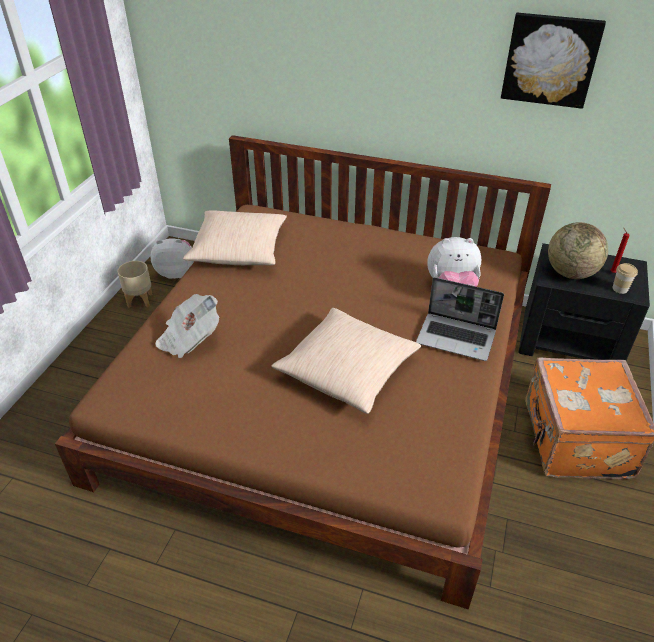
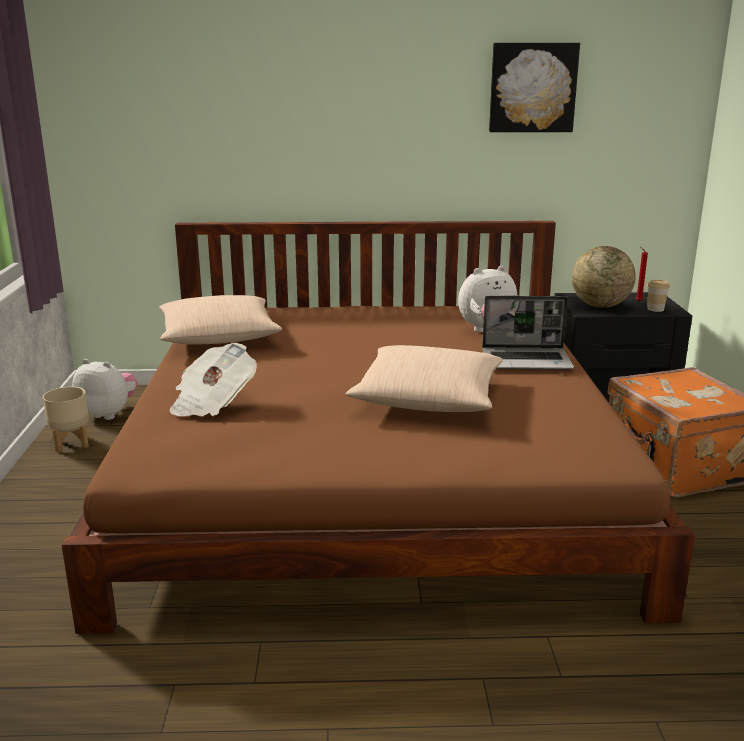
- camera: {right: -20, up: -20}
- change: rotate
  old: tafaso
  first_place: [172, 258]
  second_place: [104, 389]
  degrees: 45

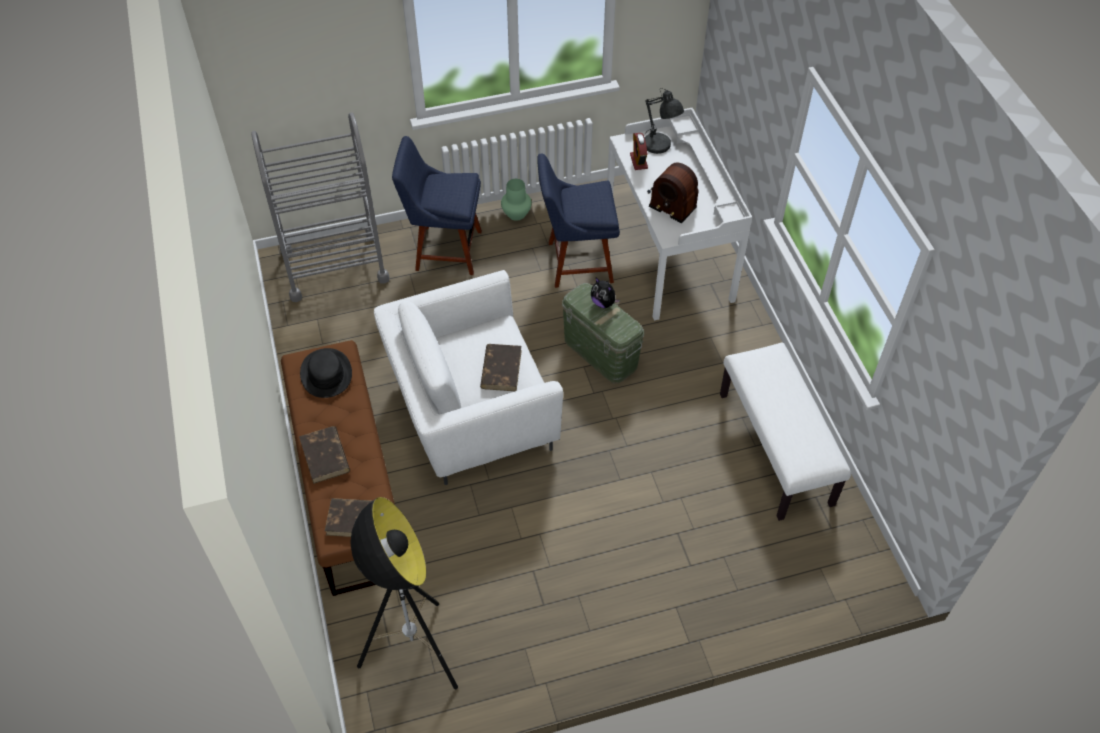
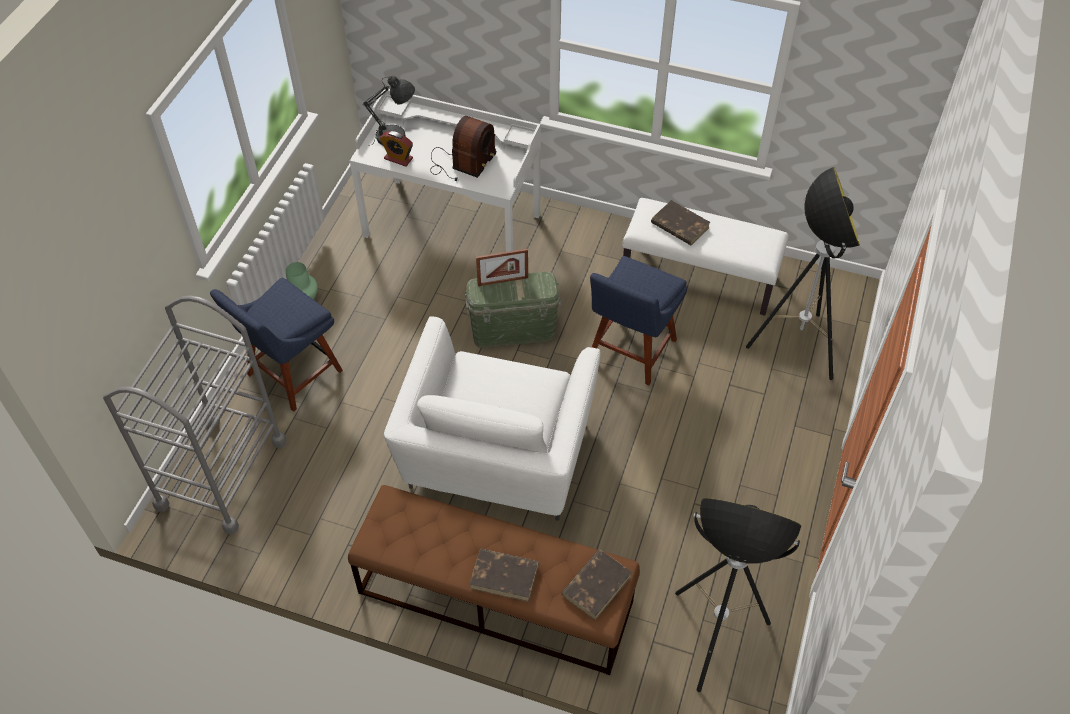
- camera: {right: -55, up: 0}
- change: delete
  old: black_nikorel
  first_place: [326, 373]
- change: move
  old: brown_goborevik
  first_place: [501, 367]
  second_place: [681, 222]
- change: move
  old: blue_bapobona
  first_place: [578, 220]
  second_place: [638, 320]
- change: replace
  old: tafaso
  new: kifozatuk
  first_place: [605, 293]
  second_place: [502, 267]
- change: rotate
  old: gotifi
  first_place: [673, 193]
  second_place: [463, 148]
  degrees: -45
- change: insert
  new: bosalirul
  second_place: [803, 273]

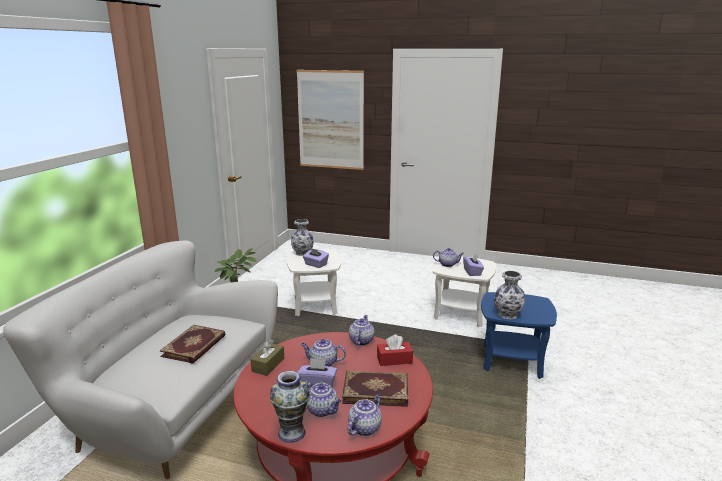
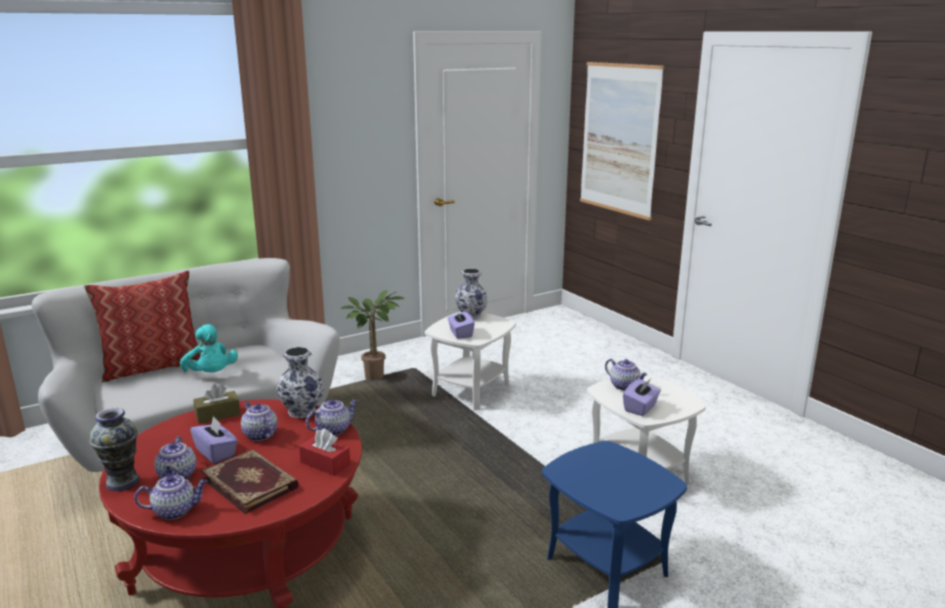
- camera: {right: 40, up: 0}
- change: replace
  old: goborevik
  new: turquoise_tafaso
  first_place: [192, 344]
  second_place: [209, 348]
- change: move
  old: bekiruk
  first_place: [509, 295]
  second_place: [300, 382]
- change: insert
  new: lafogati
  second_place: [142, 326]

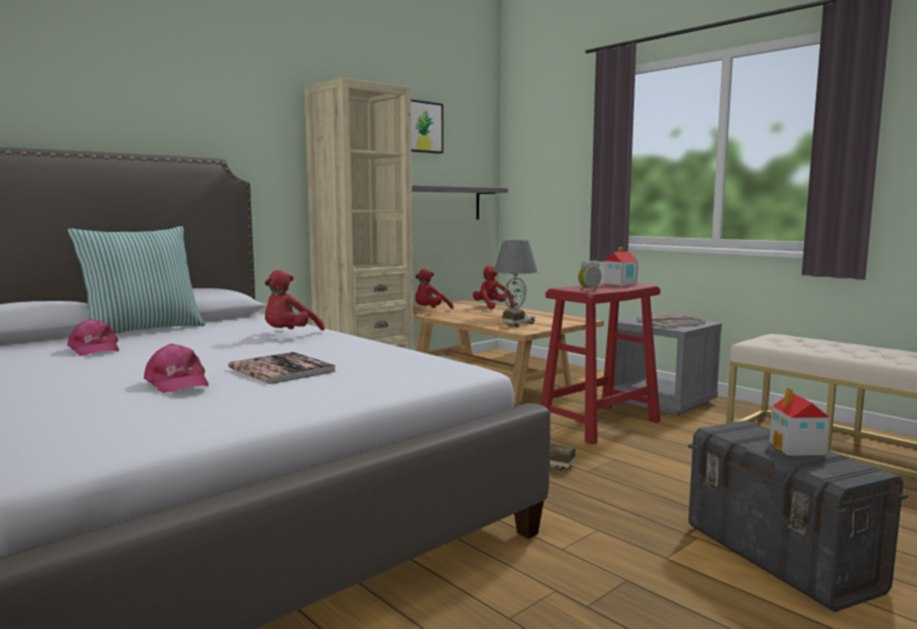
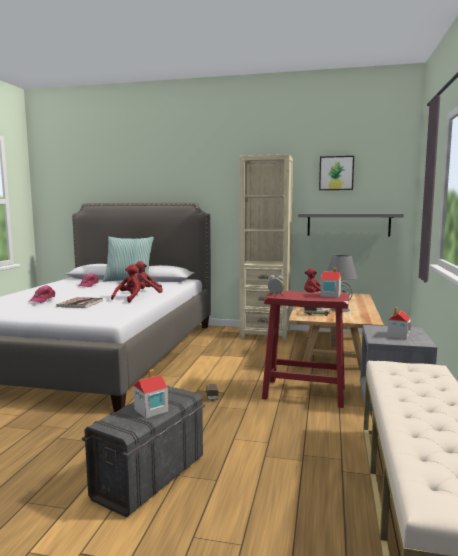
- camera: {right: 55, up: 0}
- change: move
  old: red_tafaso
  first_place: [494, 288]
  second_place: [126, 283]
- change: replace
  old: goborevik
  new: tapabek
  first_place: [671, 321]
  second_place: [399, 323]

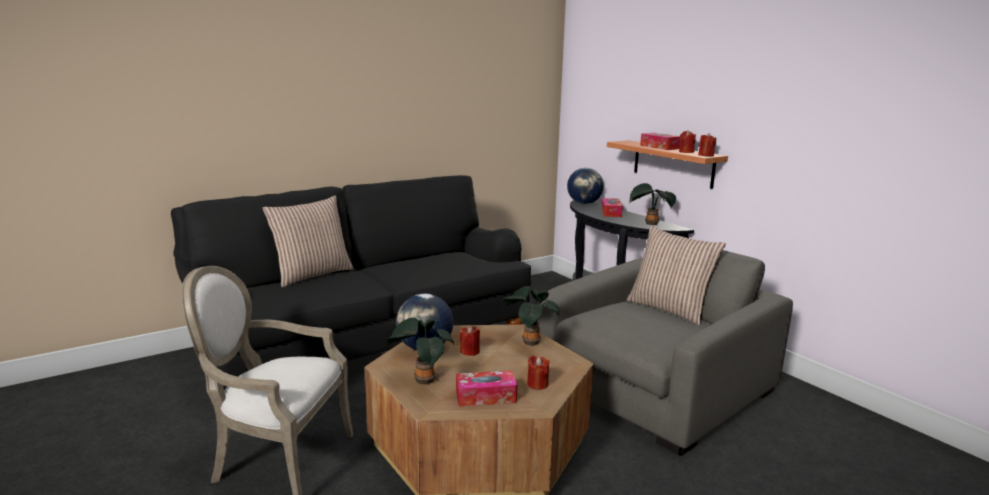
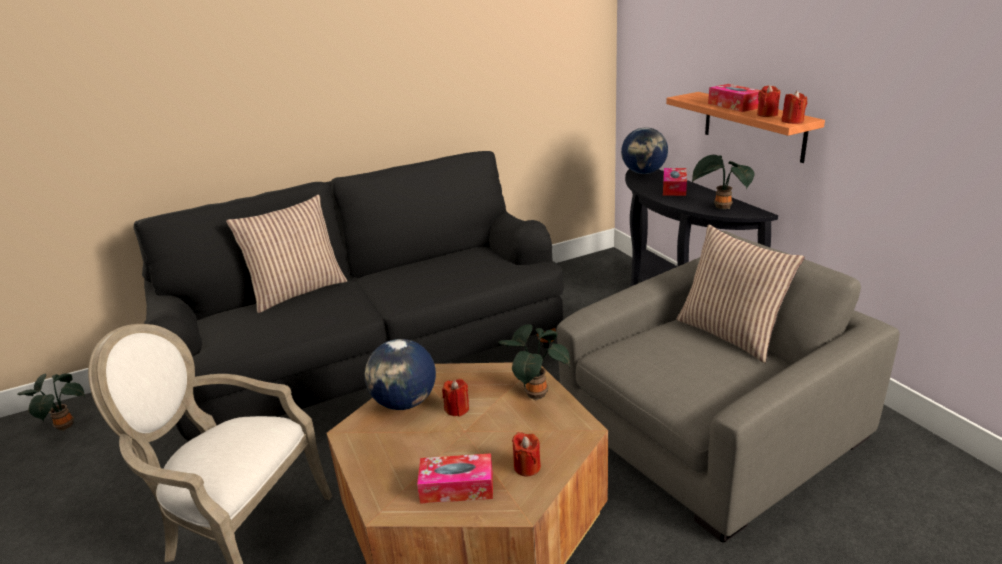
- camera: {right: 10, up: 10}
- change: move
  old: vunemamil
  first_place: [420, 351]
  second_place: [51, 402]

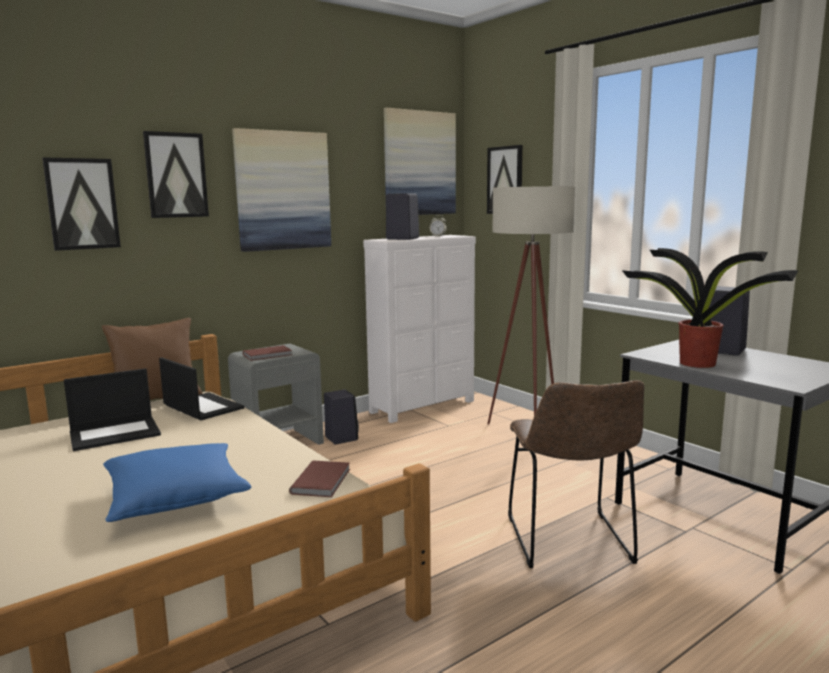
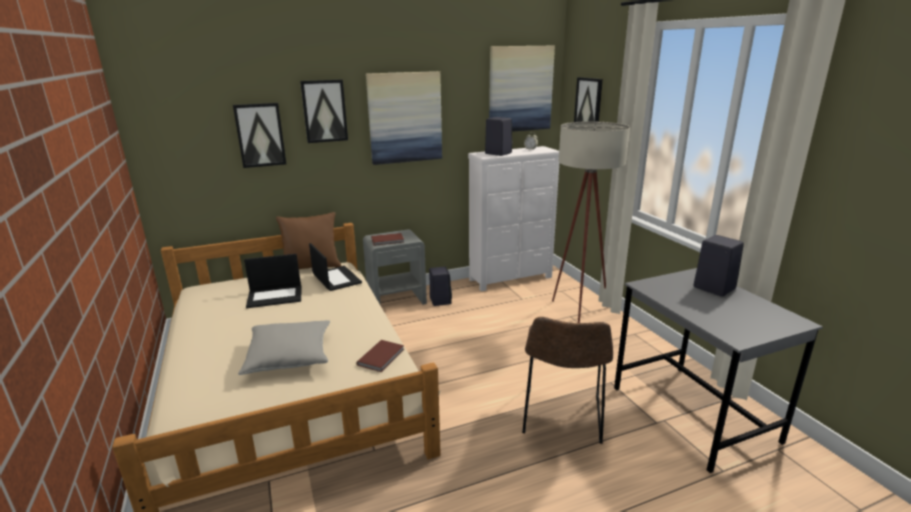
- camera: {right: 15, up: 10}
- change: recolor
  old: blue_lafogati
  new: grey_lafogati
  first_place: [177, 482]
  second_place: [284, 347]
- change: delete
  old: vunemamil
  first_place: [710, 308]

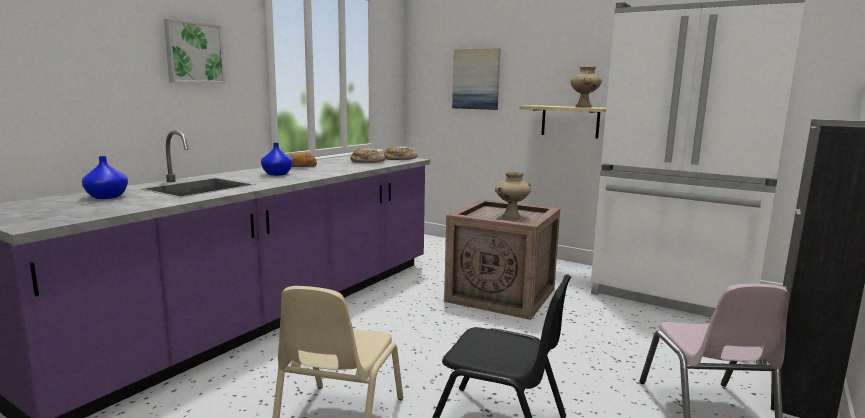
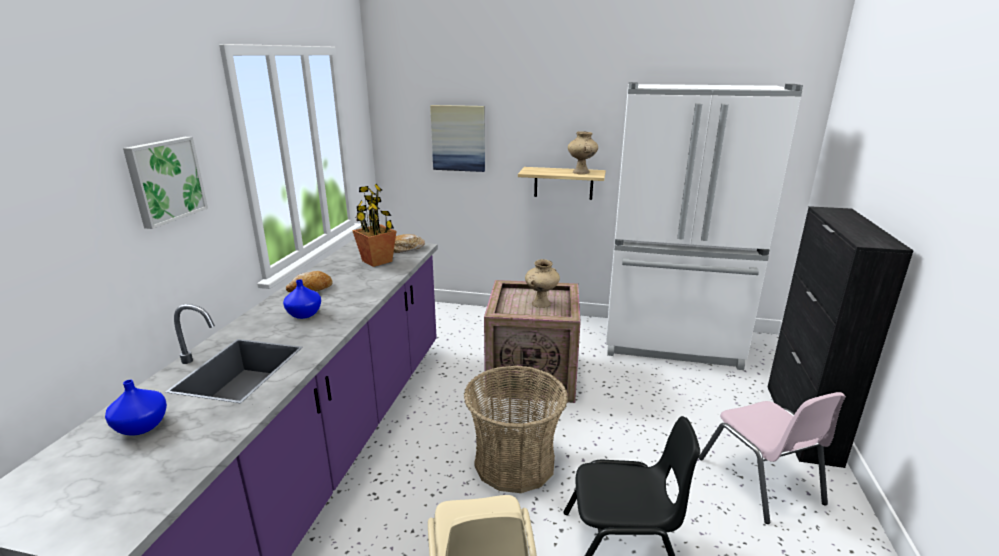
- camera: {right: -20, up: 10}
- change: replace
  old: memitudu
  new: vunemamil
  first_place: [368, 155]
  second_place: [374, 225]
- change: insert
  new: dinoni
  second_place: [516, 429]

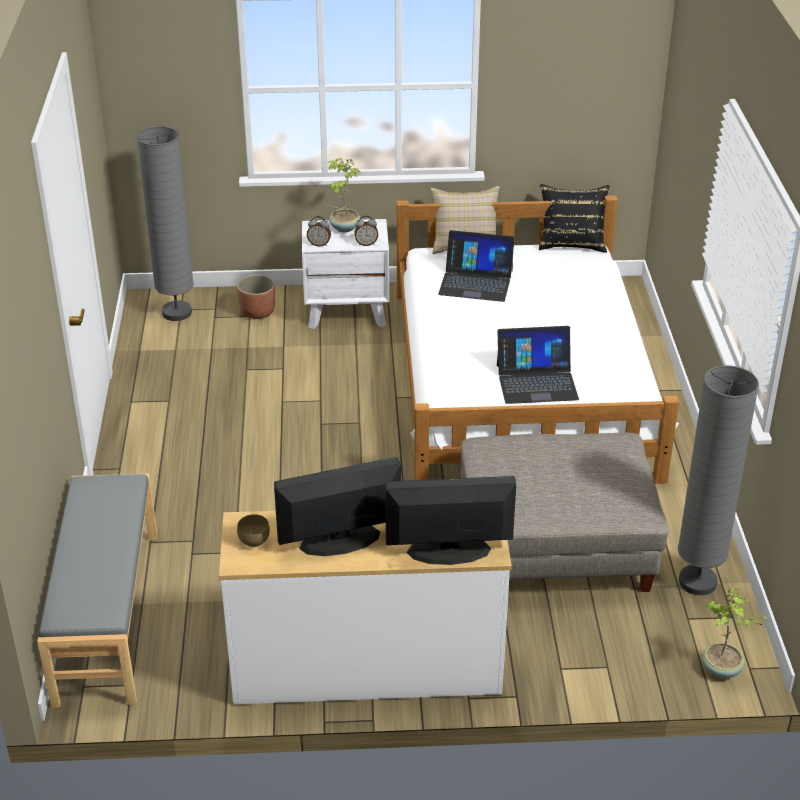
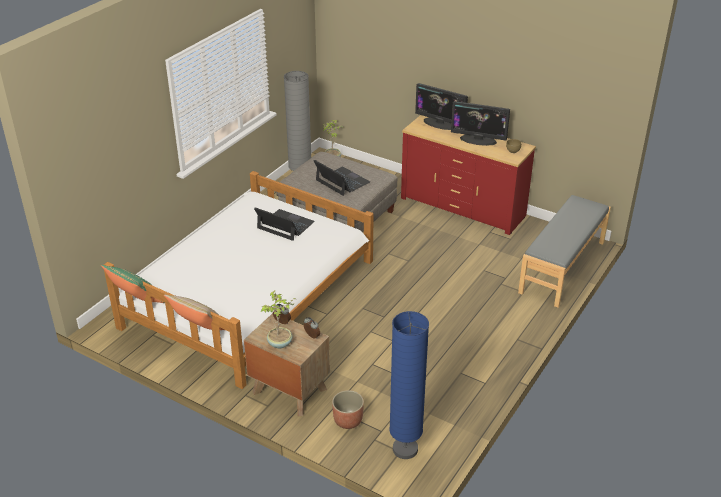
- camera: {right: -145, up: 0}
- change: recolor
  old: grey_bosalirul
  new: blue_bosalirul
  first_place: [165, 223]
  second_place: [409, 385]
- change: recolor
  old: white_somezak
  new: red_somezak
  first_place: [365, 608]
  second_place: [468, 175]
- change: recolor
  old: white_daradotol
  new: brown_daradotol
  first_place: [345, 274]
  second_place: [287, 364]
- change: move
  old: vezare
  first_place: [476, 266]
  second_place: [342, 178]
- change: recolor
  old: black_lafogati
  new: green_lafogati
  first_place: [574, 218]
  second_place: [133, 284]

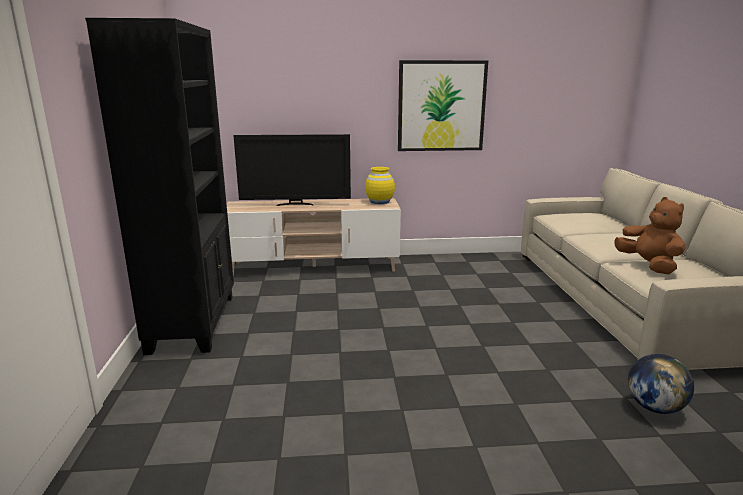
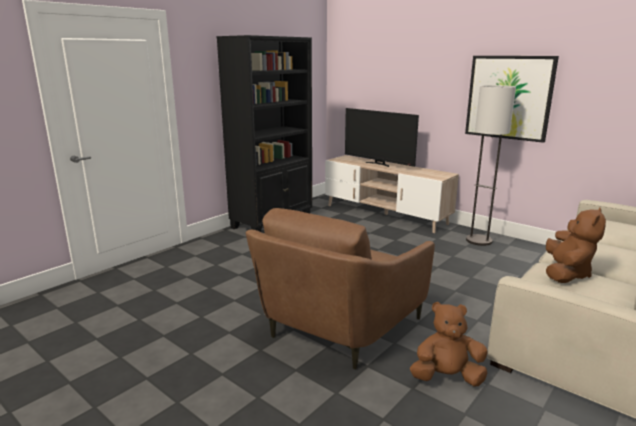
- camera: {right: 45, up: 0}
- change: delete
  old: yellow_bekiruk
  first_place: [380, 185]
- change: replace
  old: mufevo
  new: brown_tafaso
  first_place: [661, 384]
  second_place: [449, 344]
- change: insert
  new: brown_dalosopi
  second_place: [340, 289]
- change: insert
  new: bosalirul
  second_place: [491, 165]

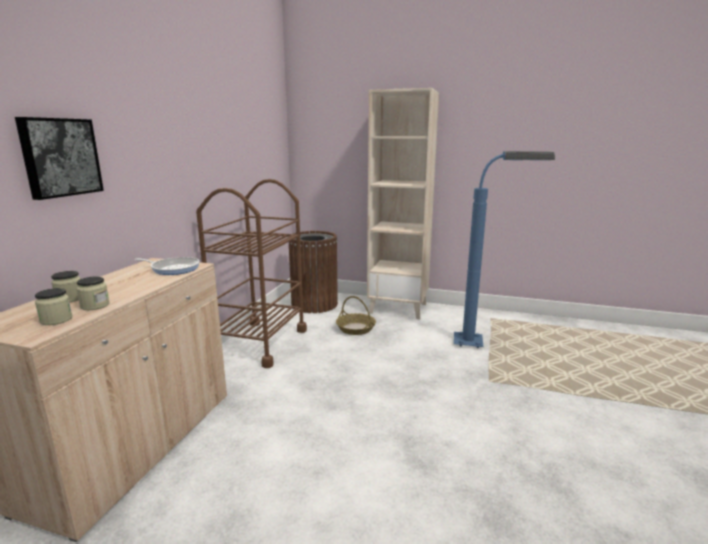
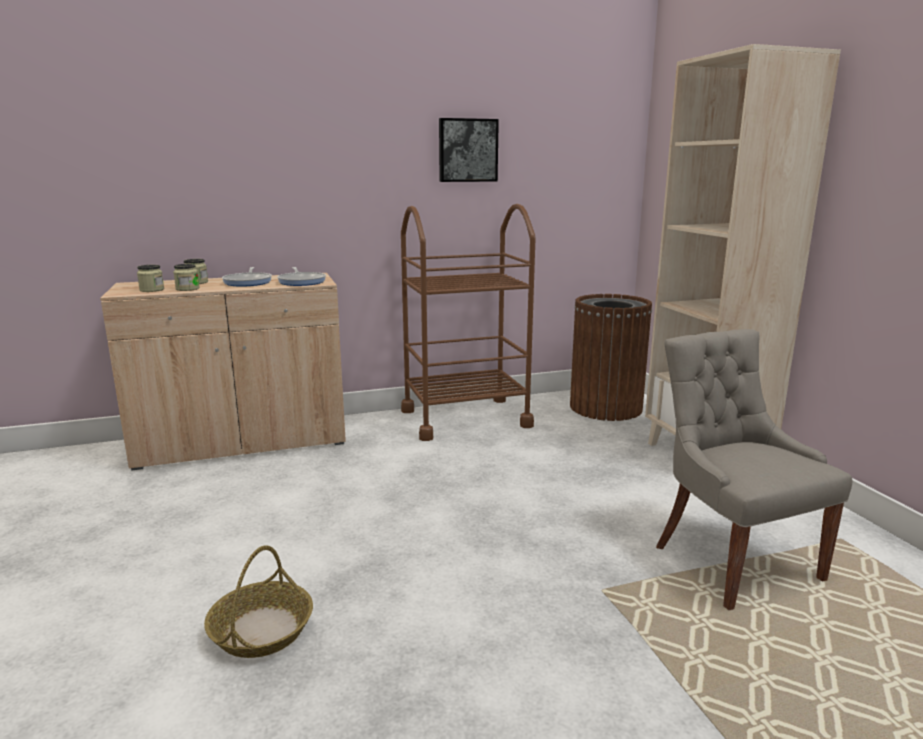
- camera: {right: 55, up: 0}
- change: move
  old: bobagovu
  first_place: [59, 158]
  second_place: [469, 150]
- change: move
  old: dinoni
  first_place: [356, 315]
  second_place: [258, 601]
- change: replace
  old: blue_bosalirul
  new: grey_bapobona
  first_place: [504, 249]
  second_place: [754, 469]
- change: insert
  new: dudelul
  second_place: [247, 277]

